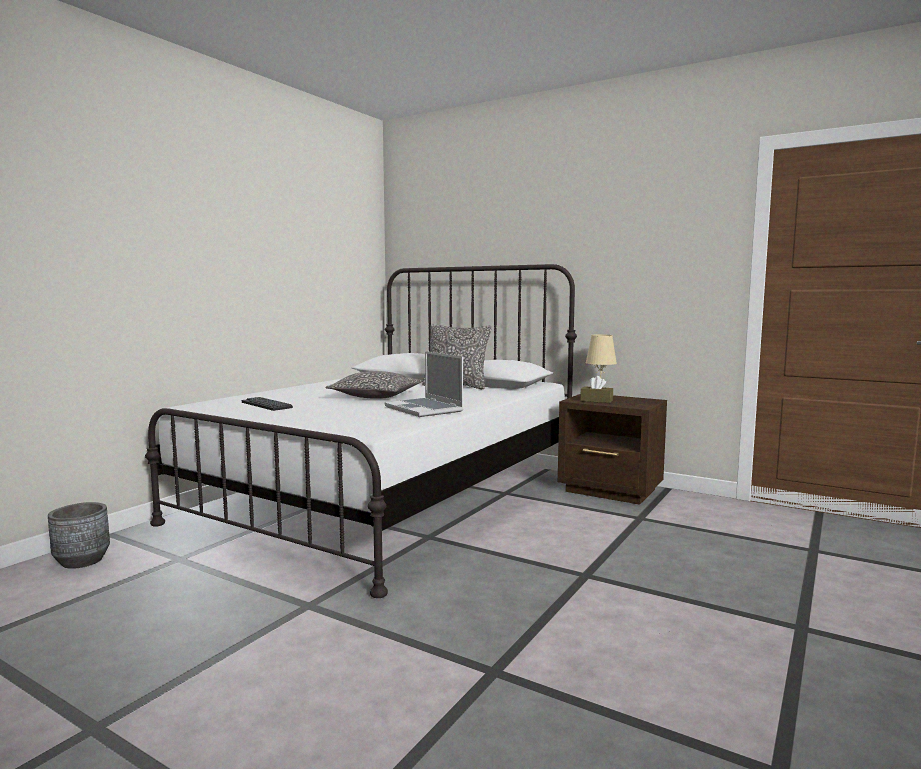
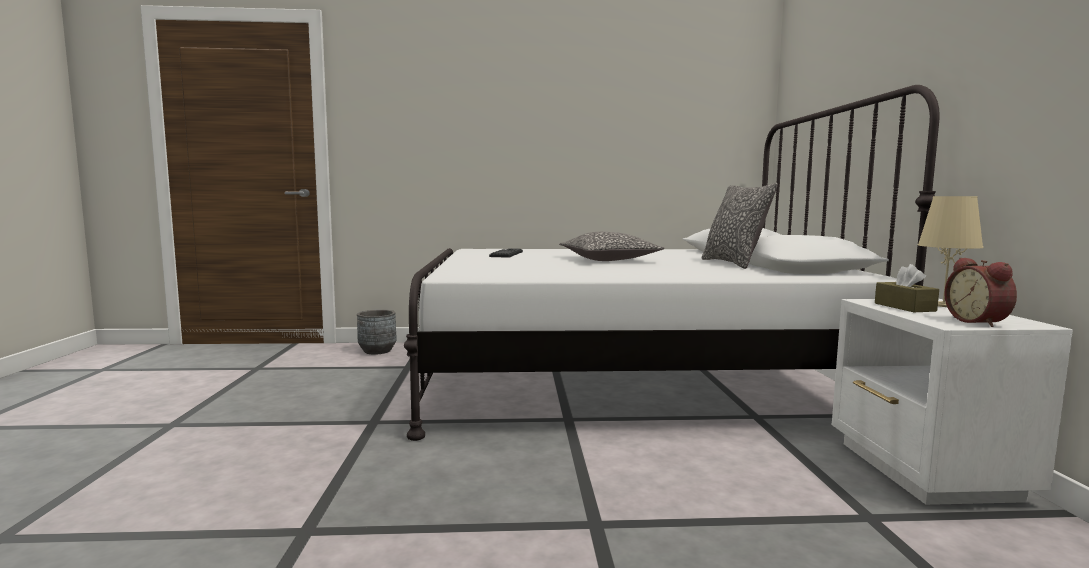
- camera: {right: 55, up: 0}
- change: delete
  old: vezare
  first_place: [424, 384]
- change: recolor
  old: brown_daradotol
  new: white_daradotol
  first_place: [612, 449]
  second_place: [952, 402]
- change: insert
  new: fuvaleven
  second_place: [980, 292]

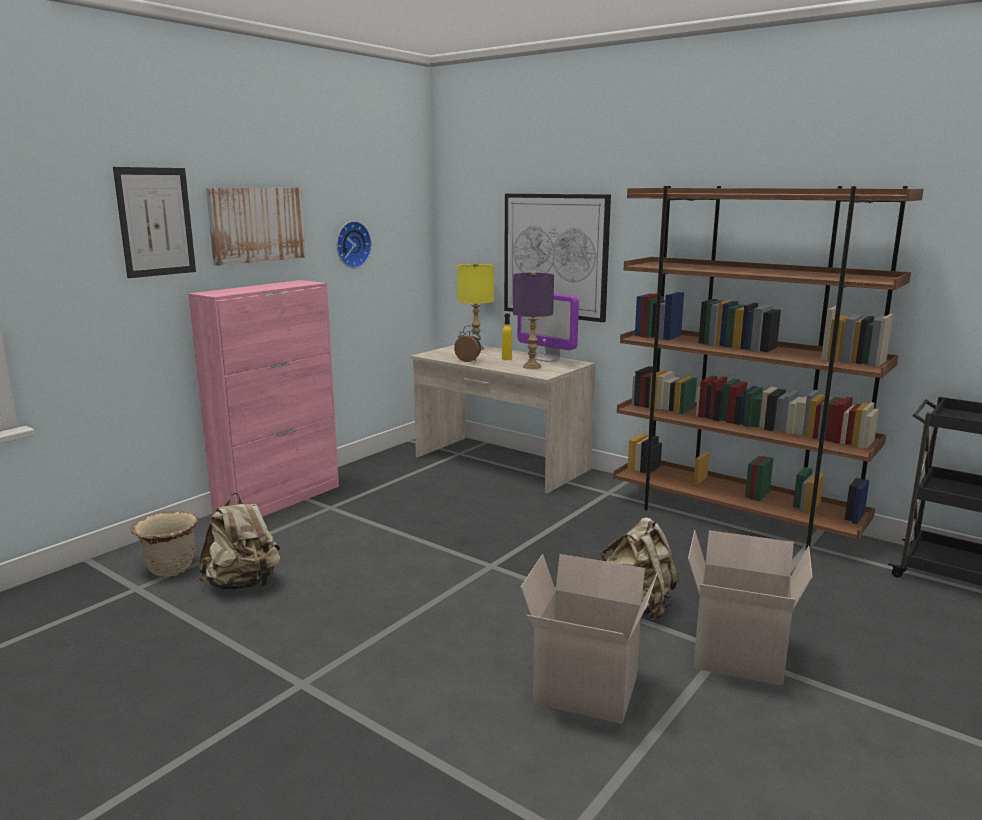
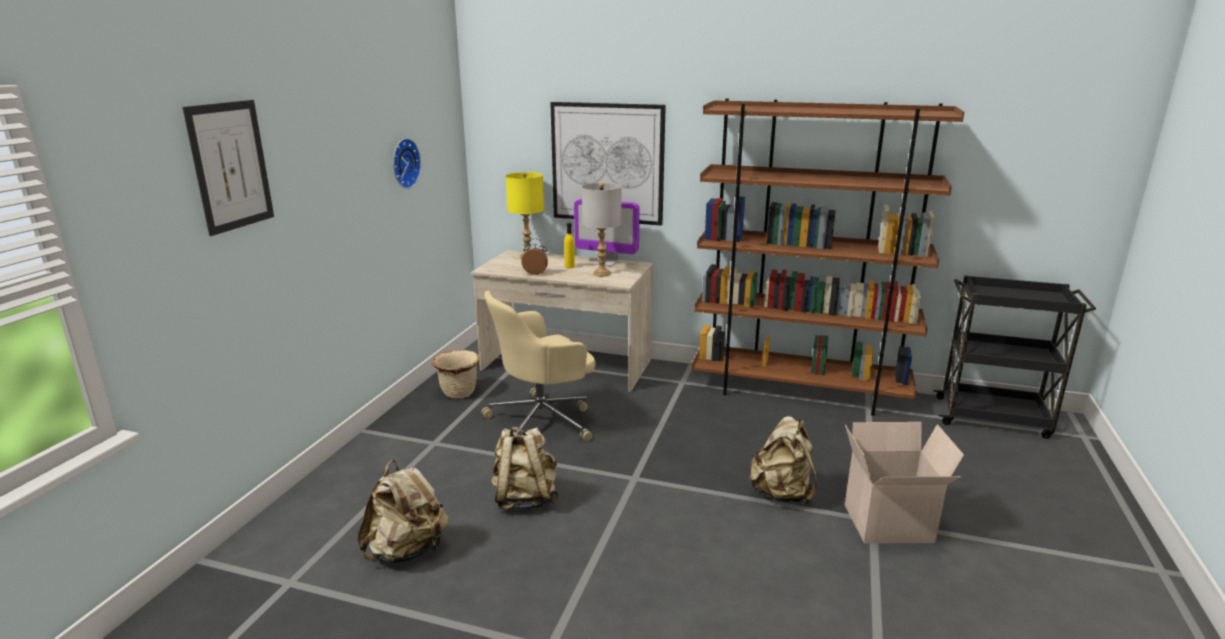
- camera: {right: -20, up: 5}
- change: move
  old: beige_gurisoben
  first_place: [164, 544]
  second_place: [455, 374]
- change: delete
  old: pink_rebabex
  first_place: [263, 398]
- change: delete
  old: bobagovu
  first_place: [256, 227]
- change: recolor
  old: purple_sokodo
  new: grey_sokodo
  first_place: [533, 320]
  second_place: [602, 229]
- change: delete
  old: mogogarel
  first_place: [589, 639]
- change: insert
  new: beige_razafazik
  second_place: [538, 366]
- change: insert
  new: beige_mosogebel
  second_place: [525, 468]

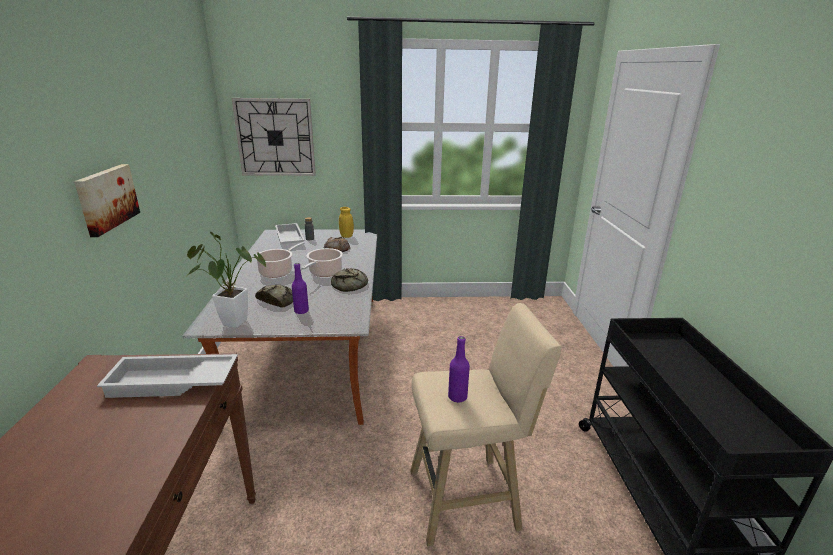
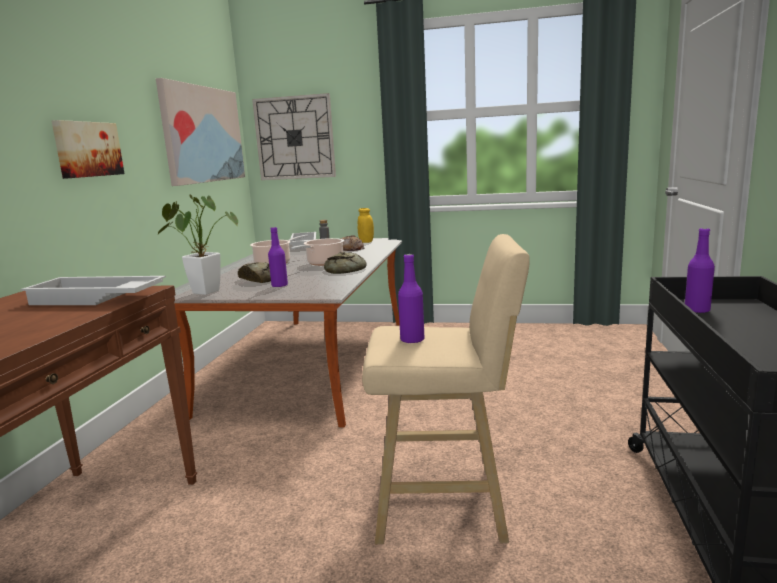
- camera: {right: 15, up: -10}
- change: insert
  new: bobagovu
  second_place: [200, 132]
- change: insert
  new: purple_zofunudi
  second_place: [700, 270]

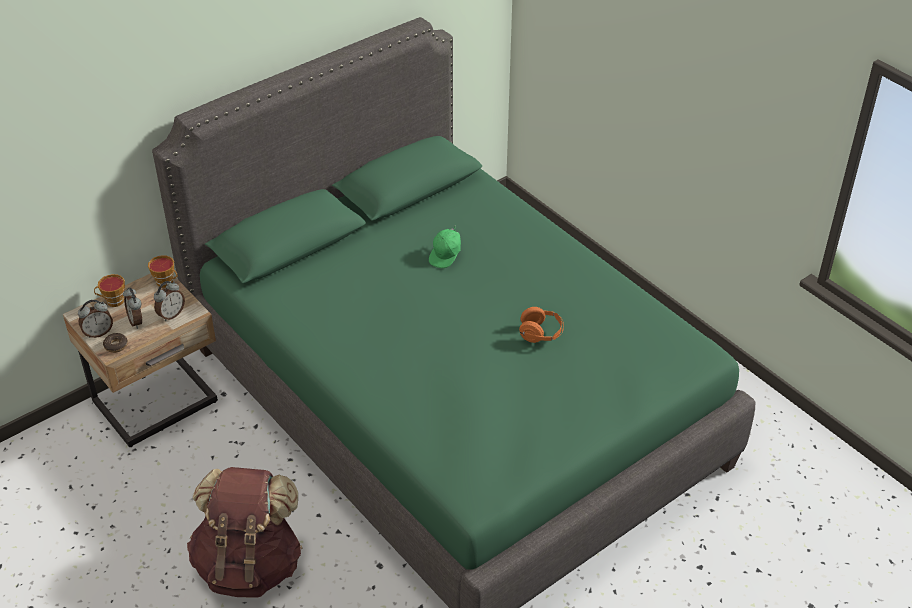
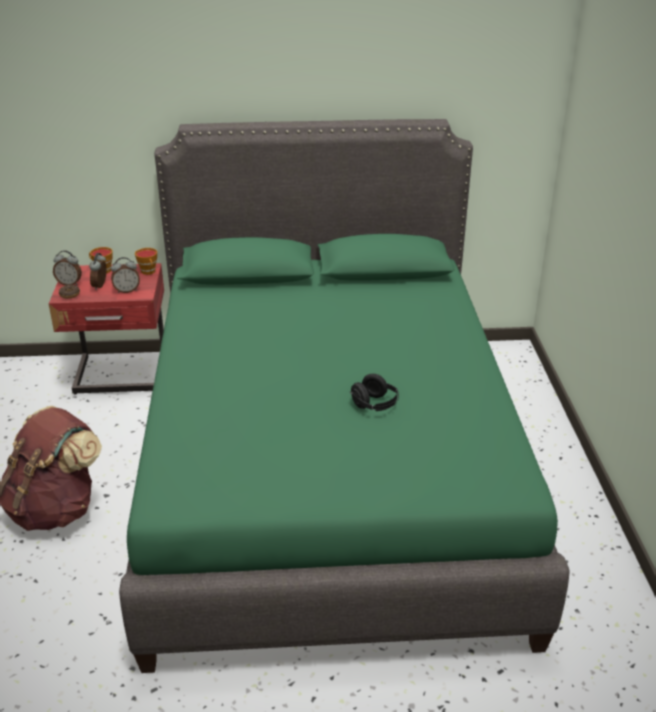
- camera: {right: 35, up: -10}
- change: recolor
  old: beige_daradotol
  new: red_daradotol
  first_place: [140, 360]
  second_place: [106, 328]
- change: delete
  old: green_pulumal
  first_place: [445, 246]
- change: recolor
  old: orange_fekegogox
  new: black_fekegogox
  first_place: [541, 325]
  second_place: [374, 392]

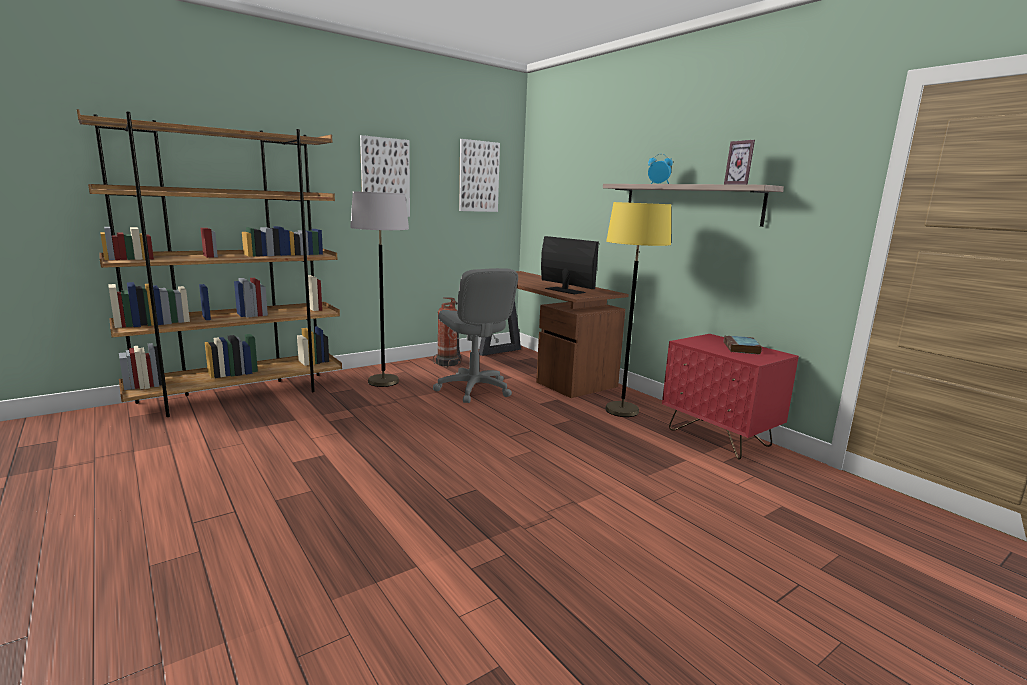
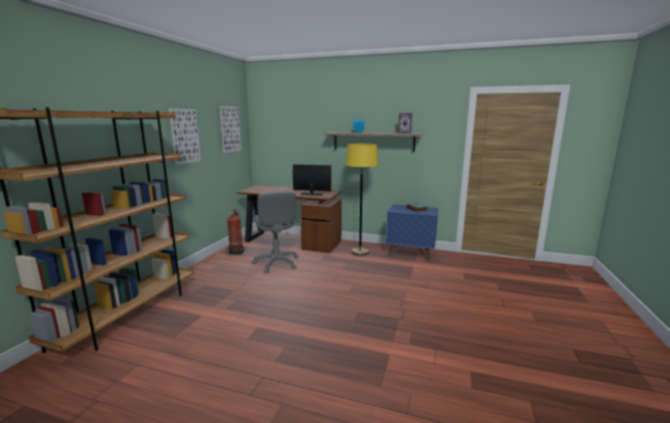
- camera: {right: -35, up: 0}
- change: delete
  old: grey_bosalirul
  first_place: [379, 289]
- change: rotate
  old: grey_razafazik
  first_place: [475, 335]
  second_place: [275, 232]
  degrees: 45
- change: recolor
  old: red_daradotol
  new: blue_daradotol
  first_place: [730, 397]
  second_place: [412, 232]

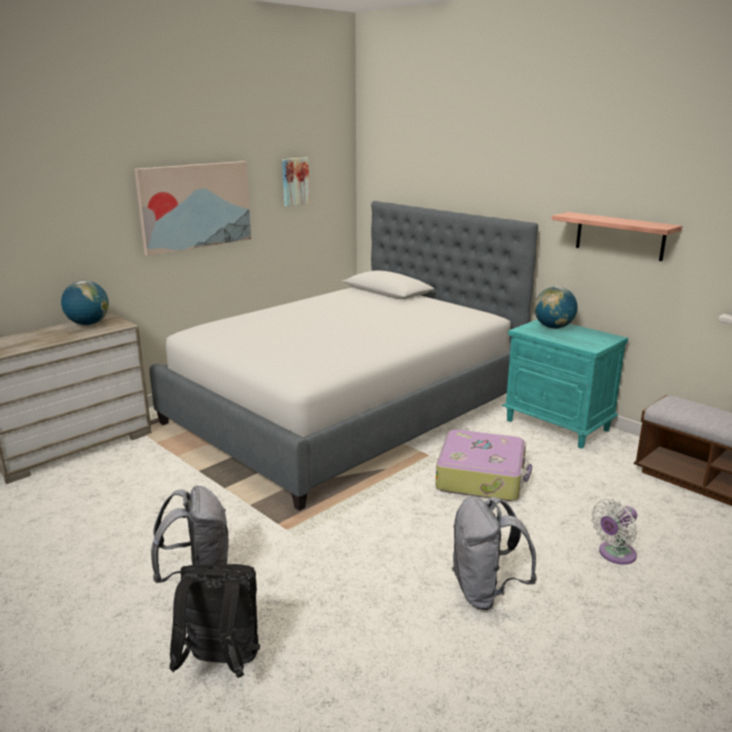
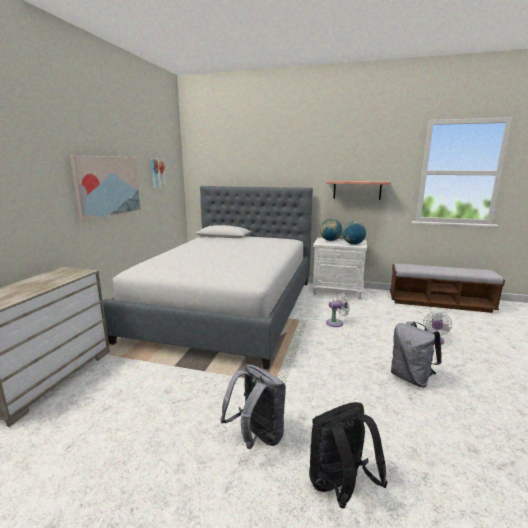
- camera: {right: -30, up: -5}
- change: move
  old: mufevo
  first_place: [85, 303]
  second_place: [354, 233]
- change: replace
  old: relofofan
  new: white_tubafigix
  first_place: [484, 465]
  second_place: [338, 310]
- change: recolor
  old: turquoise_daradotol
  new: white_daradotol
  first_place: [565, 383]
  second_place: [339, 268]

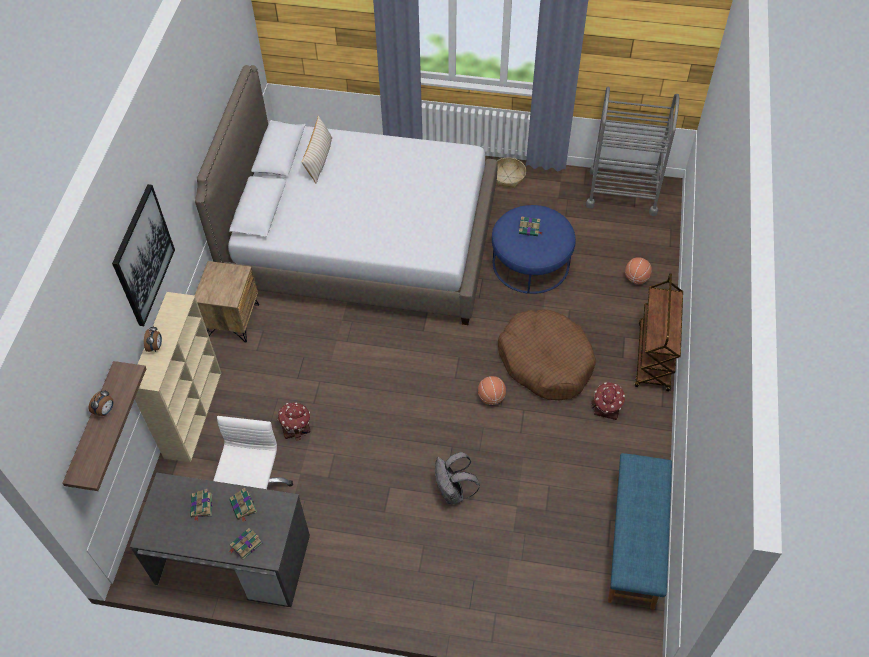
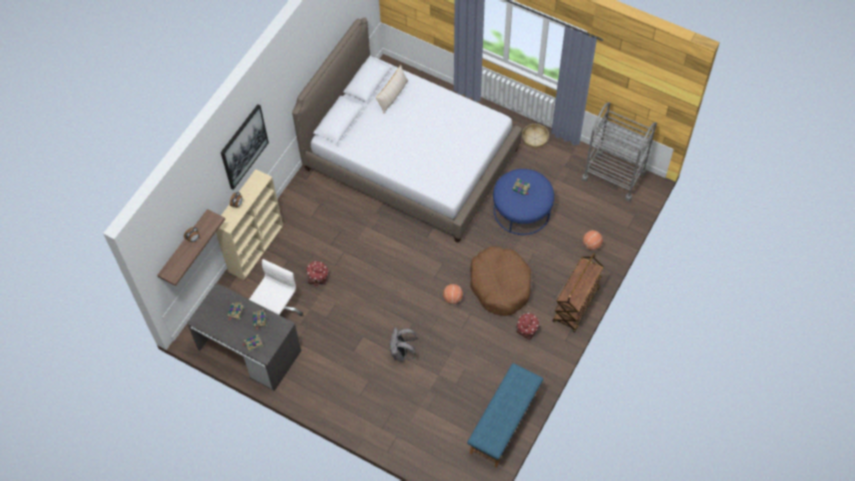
- camera: {right: 20, up: 5}
- change: delete
  old: brown_daradotol
  first_place: [227, 302]

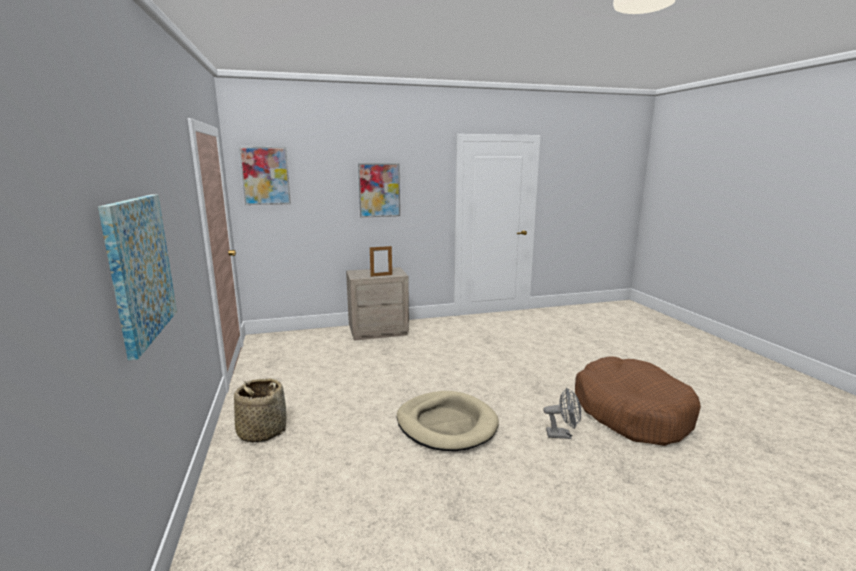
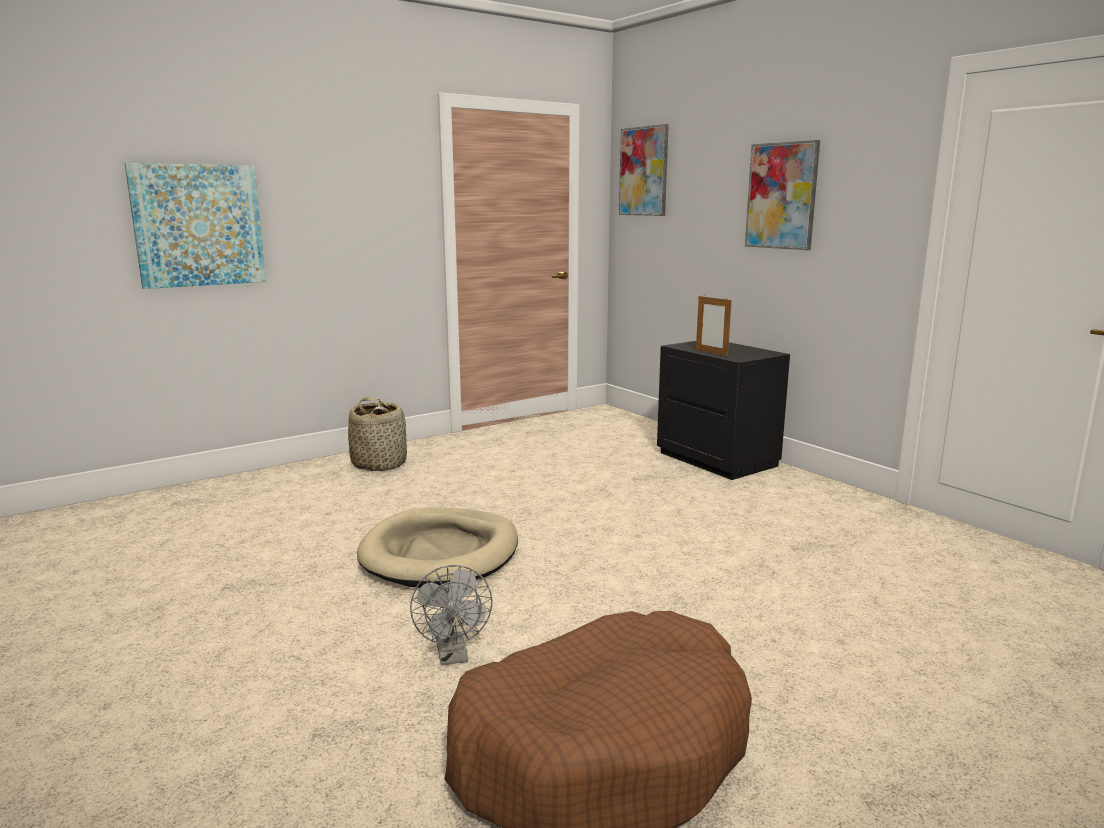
- camera: {right: 70, up: 0}
- change: recolor
  old: beige_daradotol
  new: black_daradotol
  first_place: [377, 304]
  second_place: [723, 410]

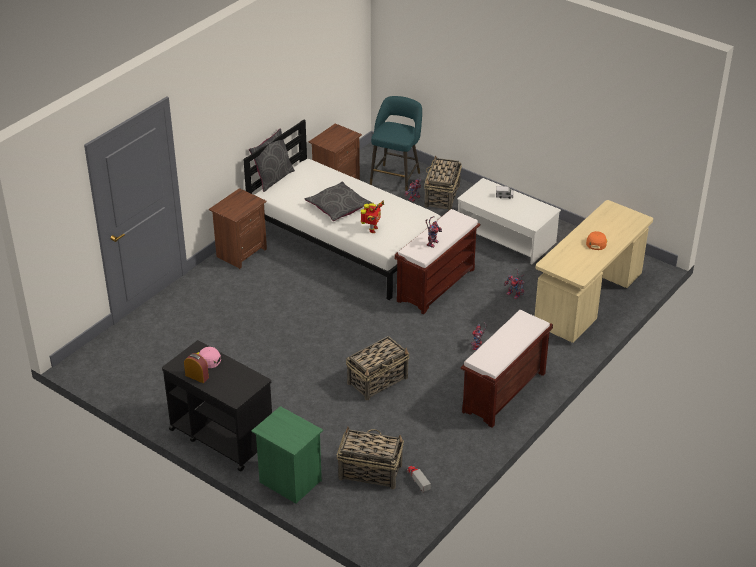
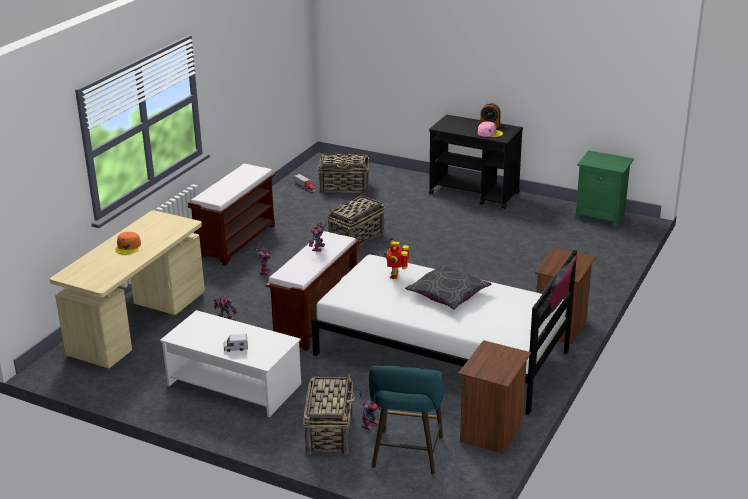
- camera: {right: 170, up: -10}
- change: move
  old: green_daradotol
  first_place: [287, 455]
  second_place: [604, 189]

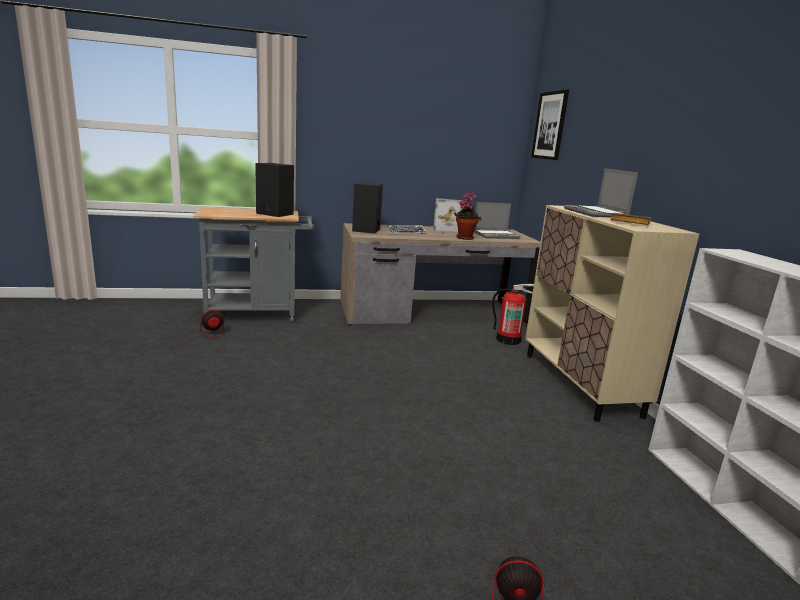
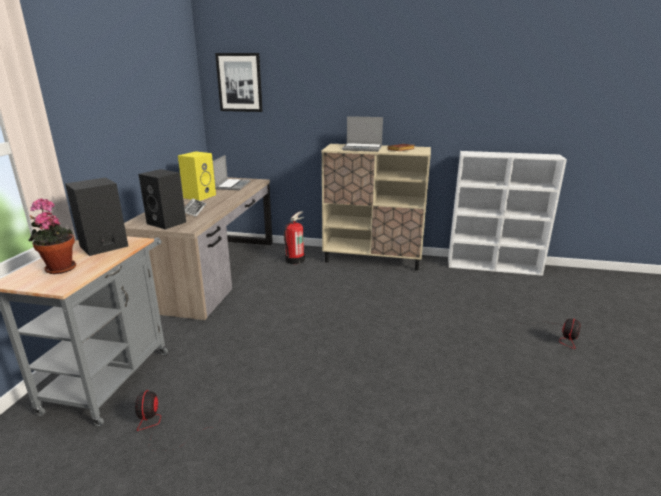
- camera: {right: -65, up: 5}
- change: replace
  old: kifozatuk
  new: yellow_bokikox
  first_place: [447, 216]
  second_place: [197, 176]
- change: move
  old: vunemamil
  first_place: [468, 215]
  second_place: [52, 236]

